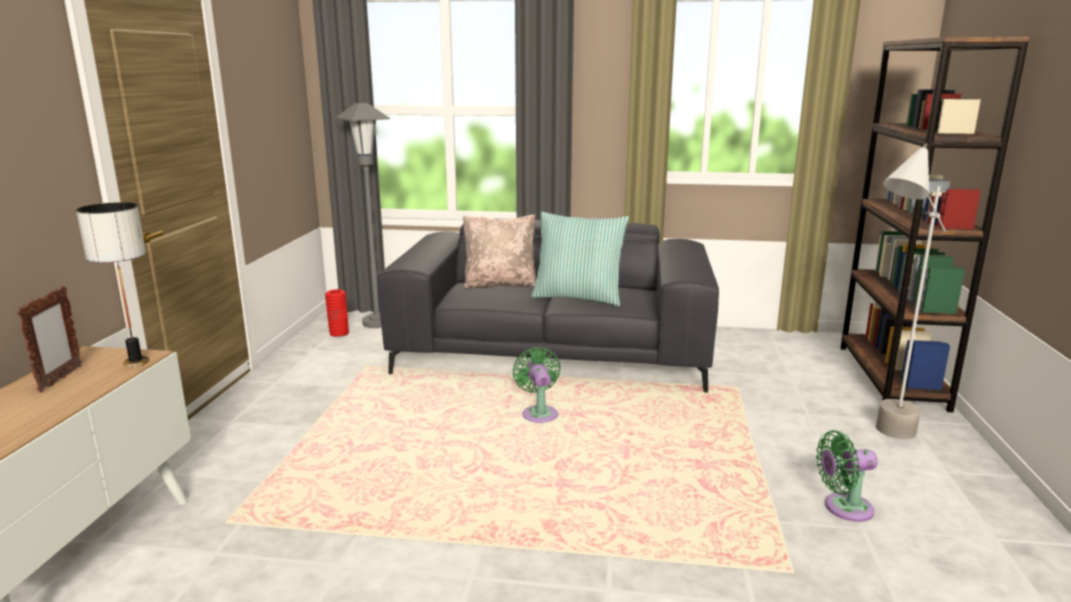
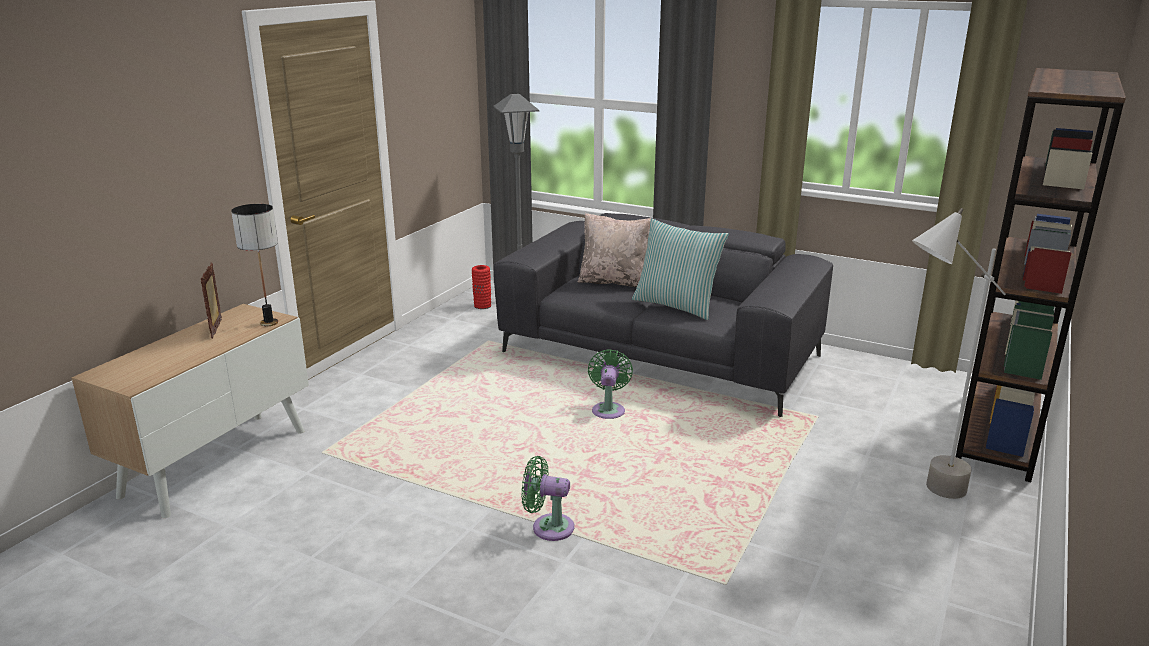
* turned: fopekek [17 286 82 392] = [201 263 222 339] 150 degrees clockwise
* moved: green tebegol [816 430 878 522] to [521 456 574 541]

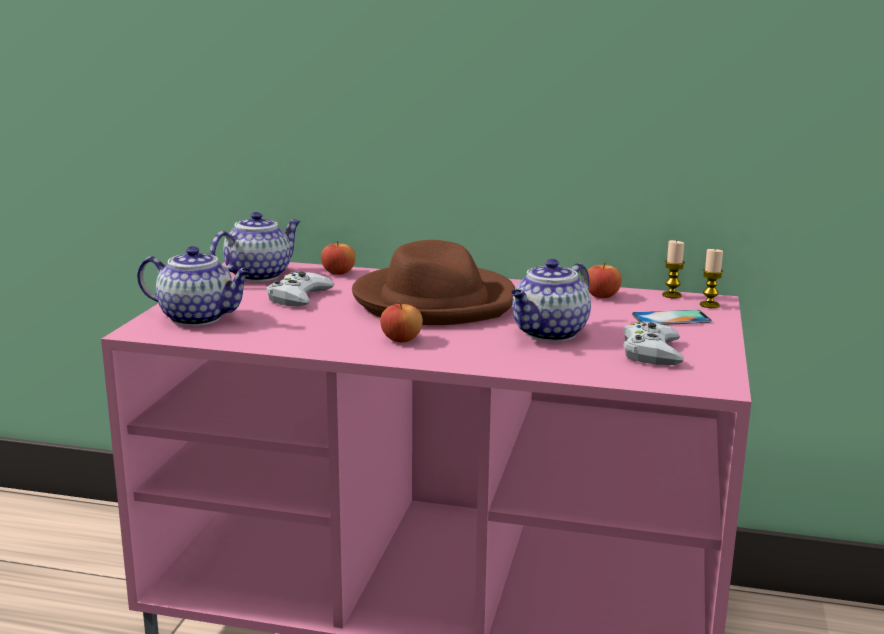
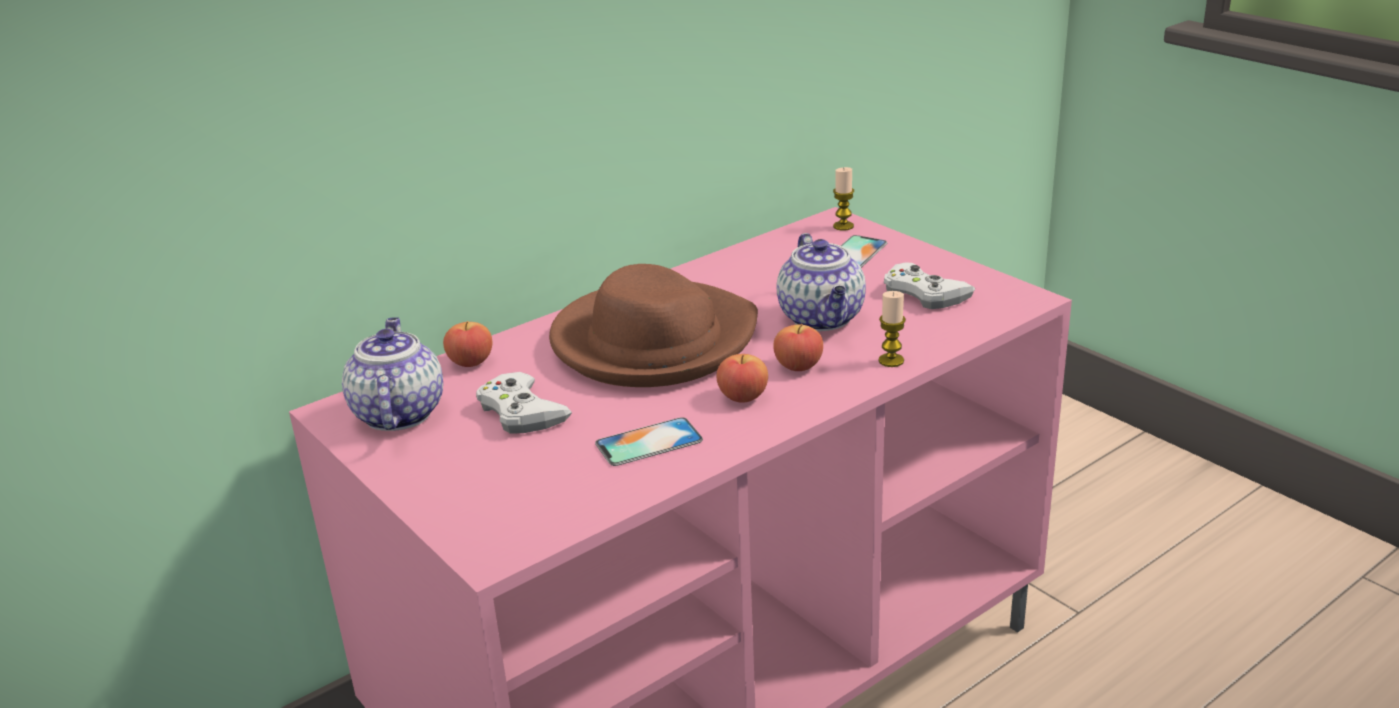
* removed: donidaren [137 246 252 326]
* moved: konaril [587 262 622 298] to [773 324 823 371]
* moved: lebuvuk [662 240 685 298] to [879 291 906 367]
* added: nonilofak [595 417 703 466]

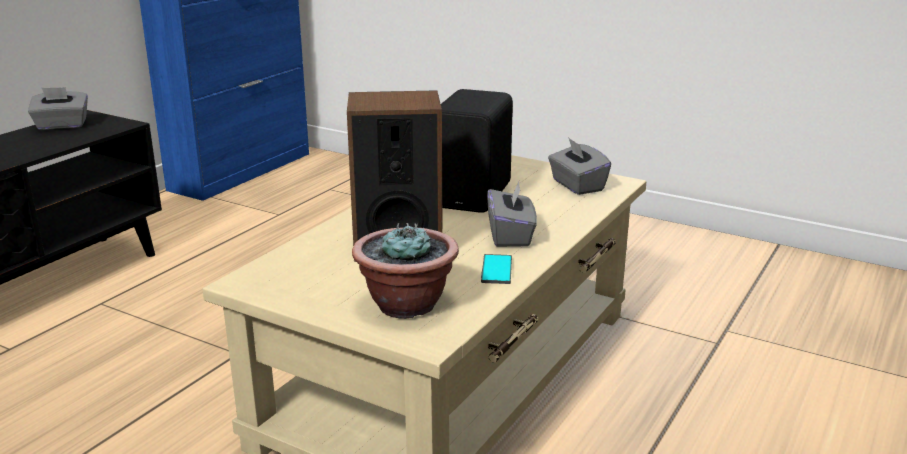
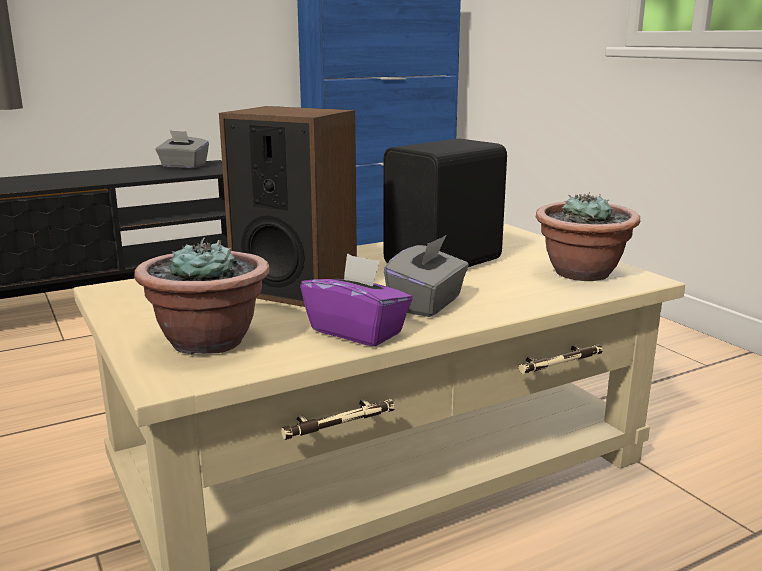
* replaced: nonilofak [481 254 512 284] to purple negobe [300 253 413 347]
* replaced: grey negobe [548 137 611 195] to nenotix [536 192 640 281]

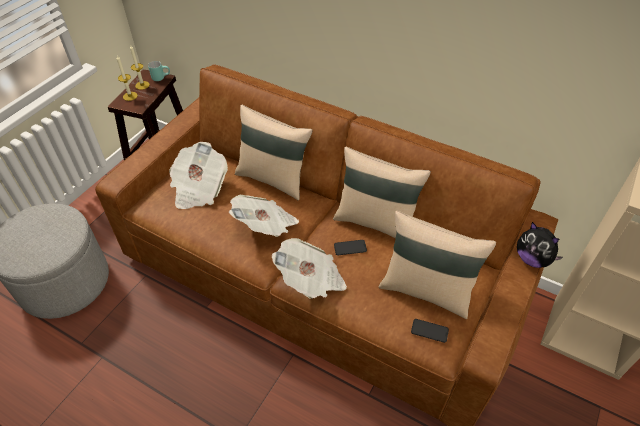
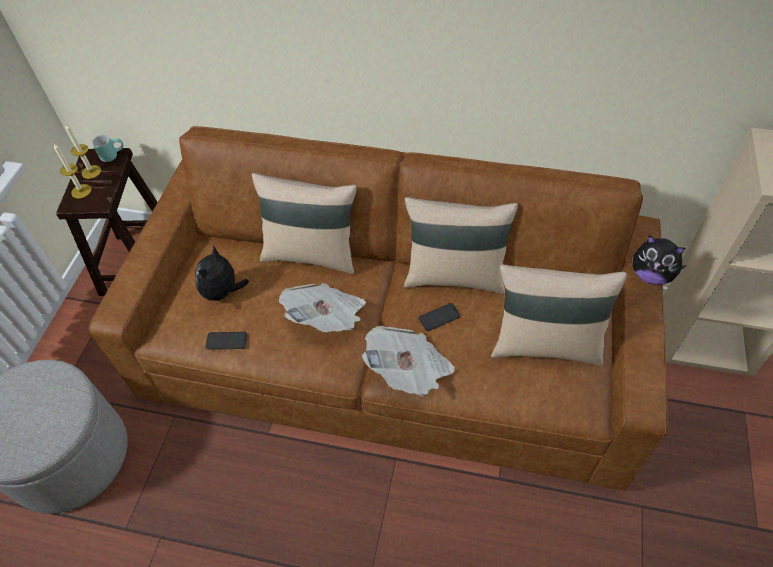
* replaced: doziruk [169 142 228 209] to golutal [195 245 249 305]
* moved: nonilofak [411 319 449 343] to [206 332 247 350]

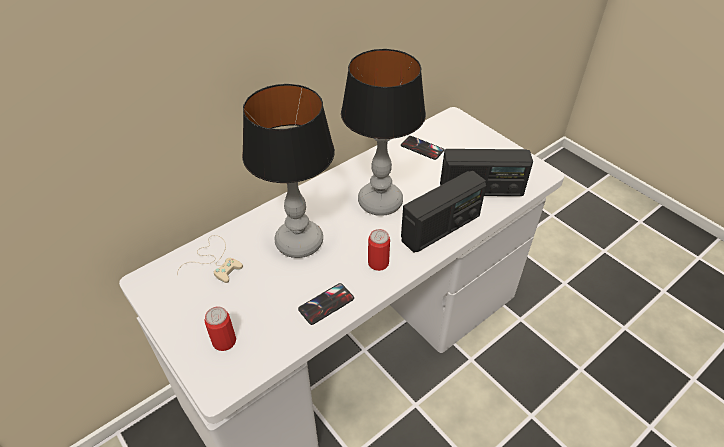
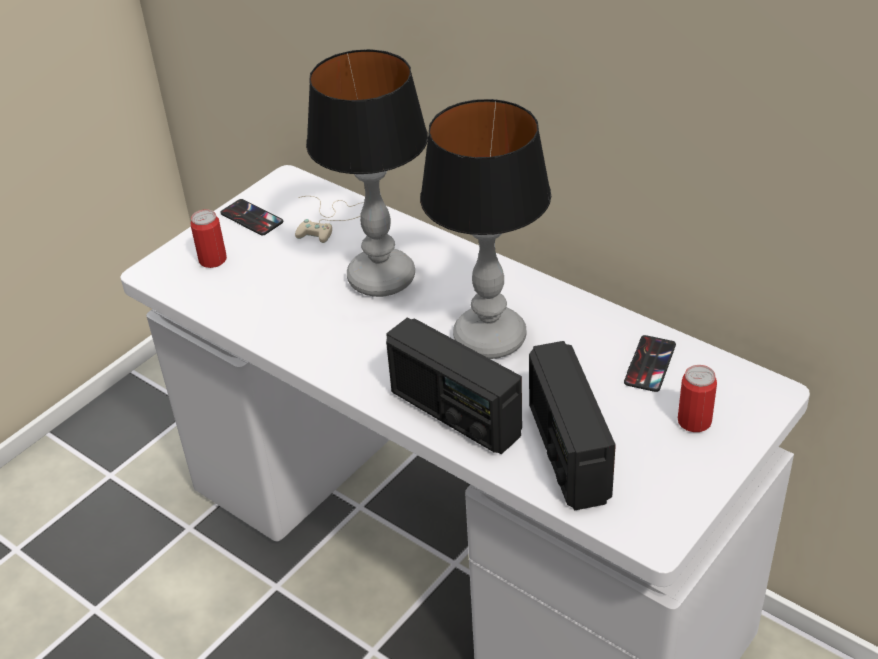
* moved: nonilofak [298 283 354 325] to [220 199 283 235]
* moved: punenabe [368 229 390 271] to [678 365 717 432]

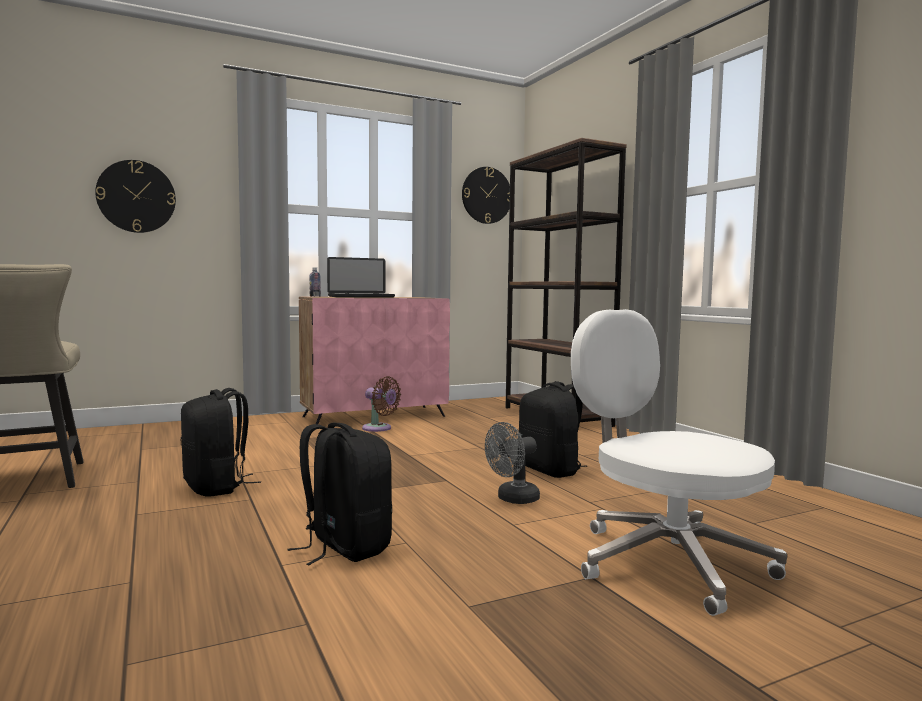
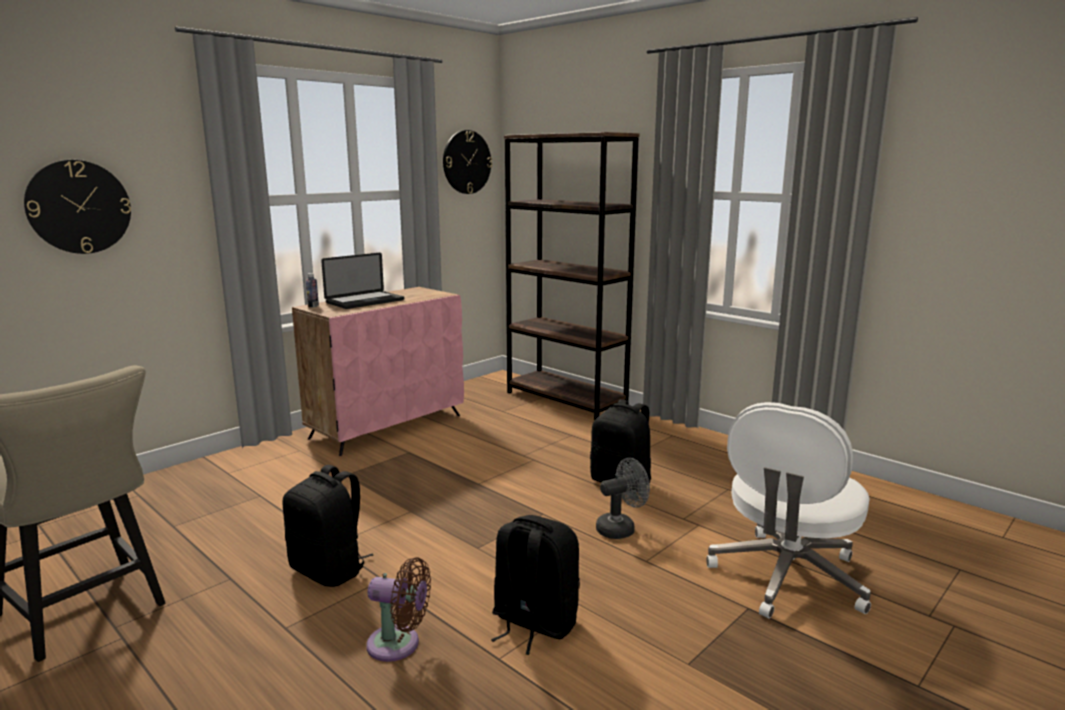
* moved: brown tebegol [362 376 401 432] to [366 557 431 662]
* turned: grey tebegol [485 422 540 504] = [596 458 650 539] 150 degrees counterclockwise
* turned: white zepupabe [571 309 787 616] = [707 402 871 619] 90 degrees counterclockwise

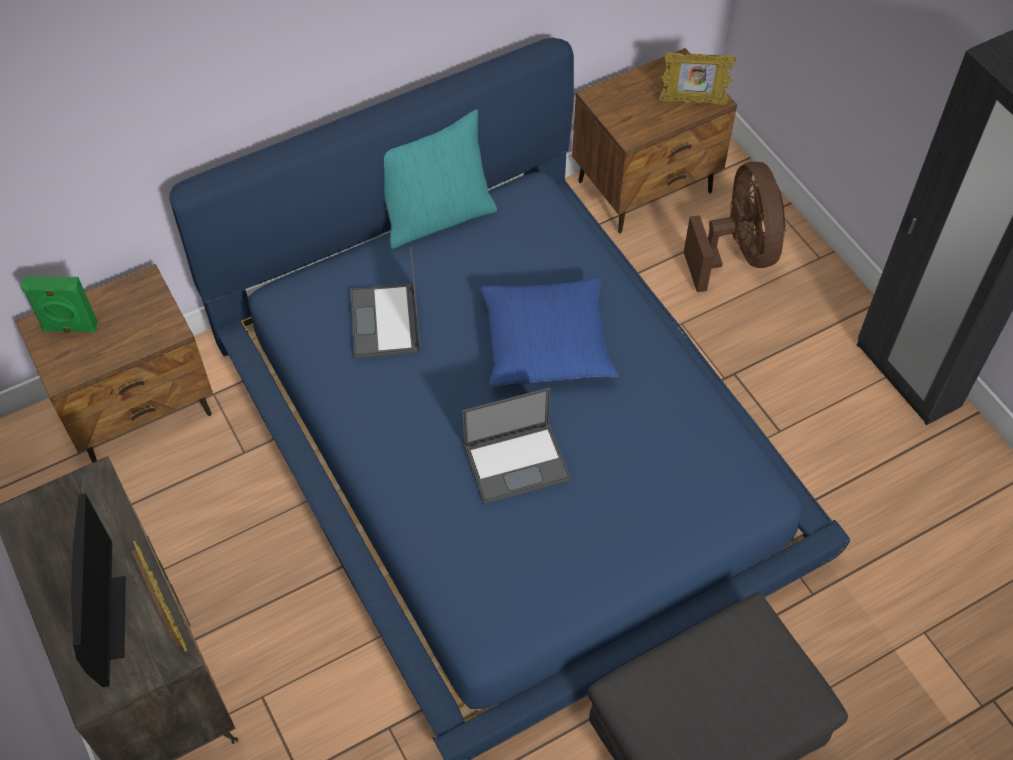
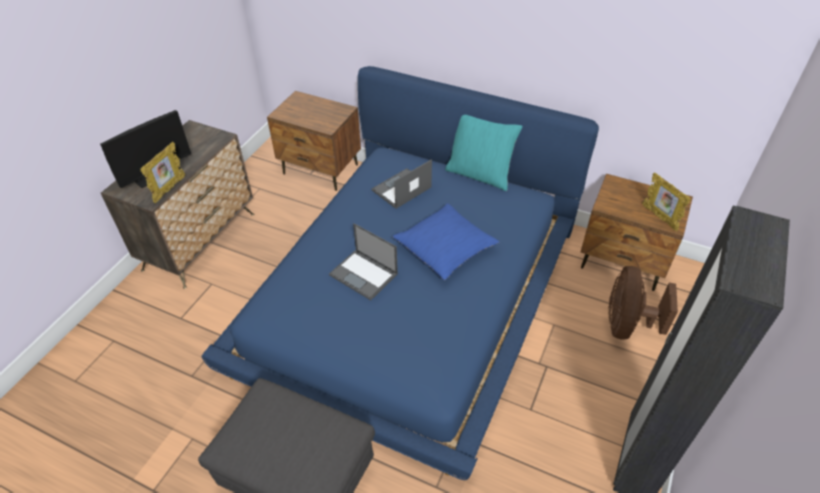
* removed: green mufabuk [21 276 98 333]
* turned: brown tebegol [684 162 785 292] = [608 266 678 340] 150 degrees clockwise

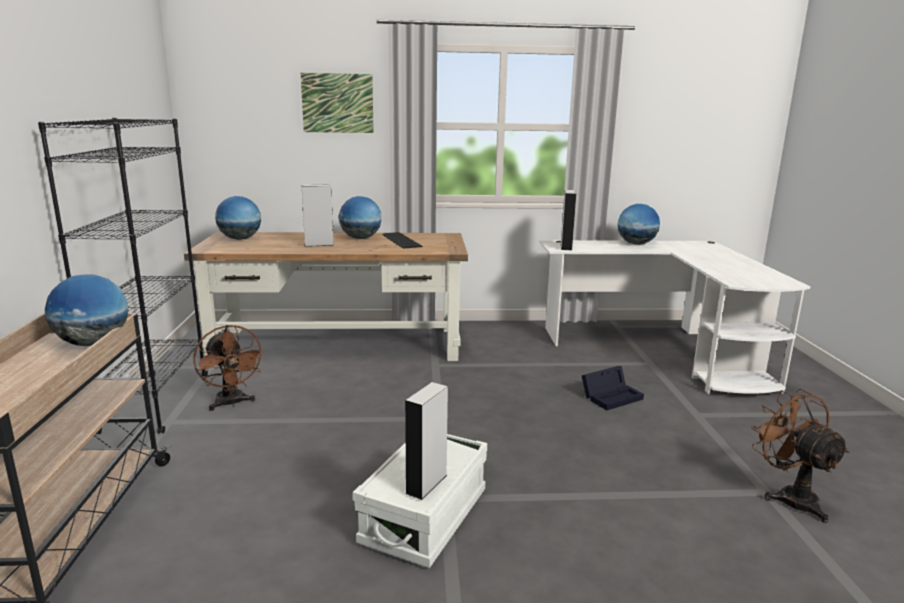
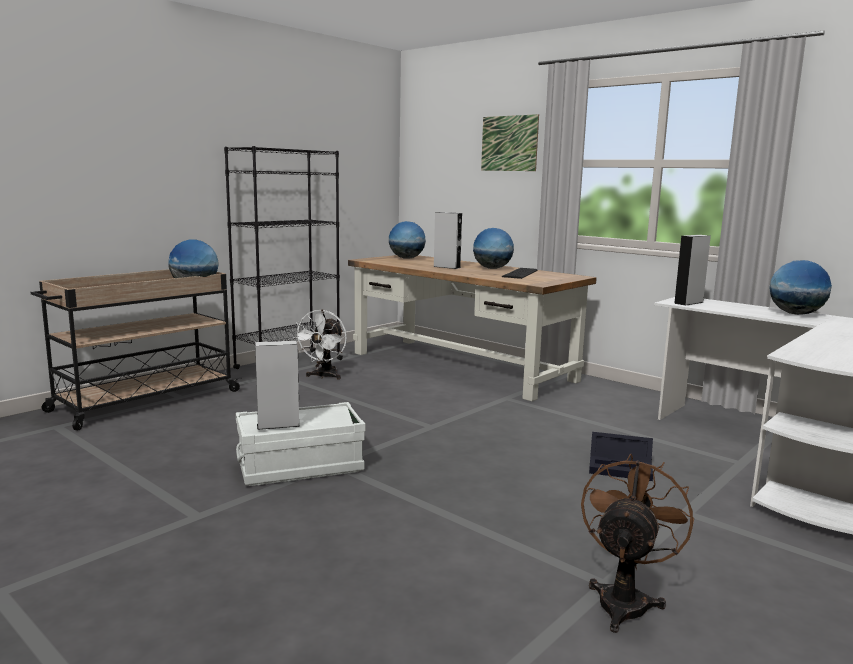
* recoloured: brown tebegol [194 325 264 411] to white tebegol [293 309 347 380]

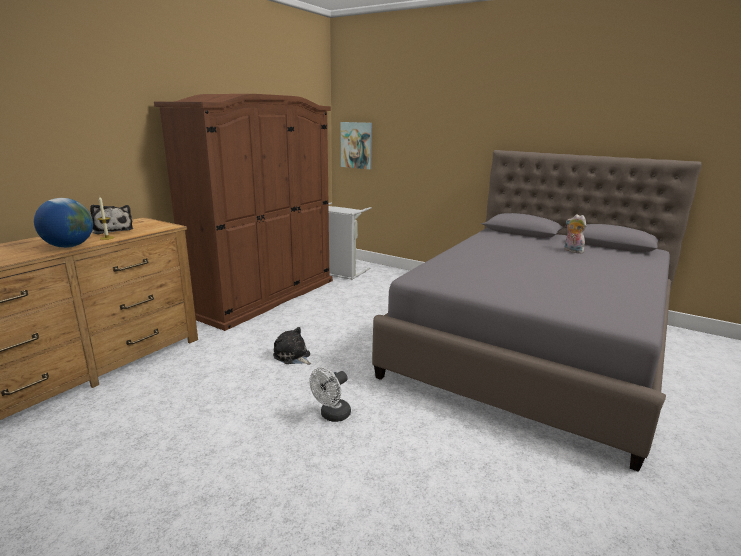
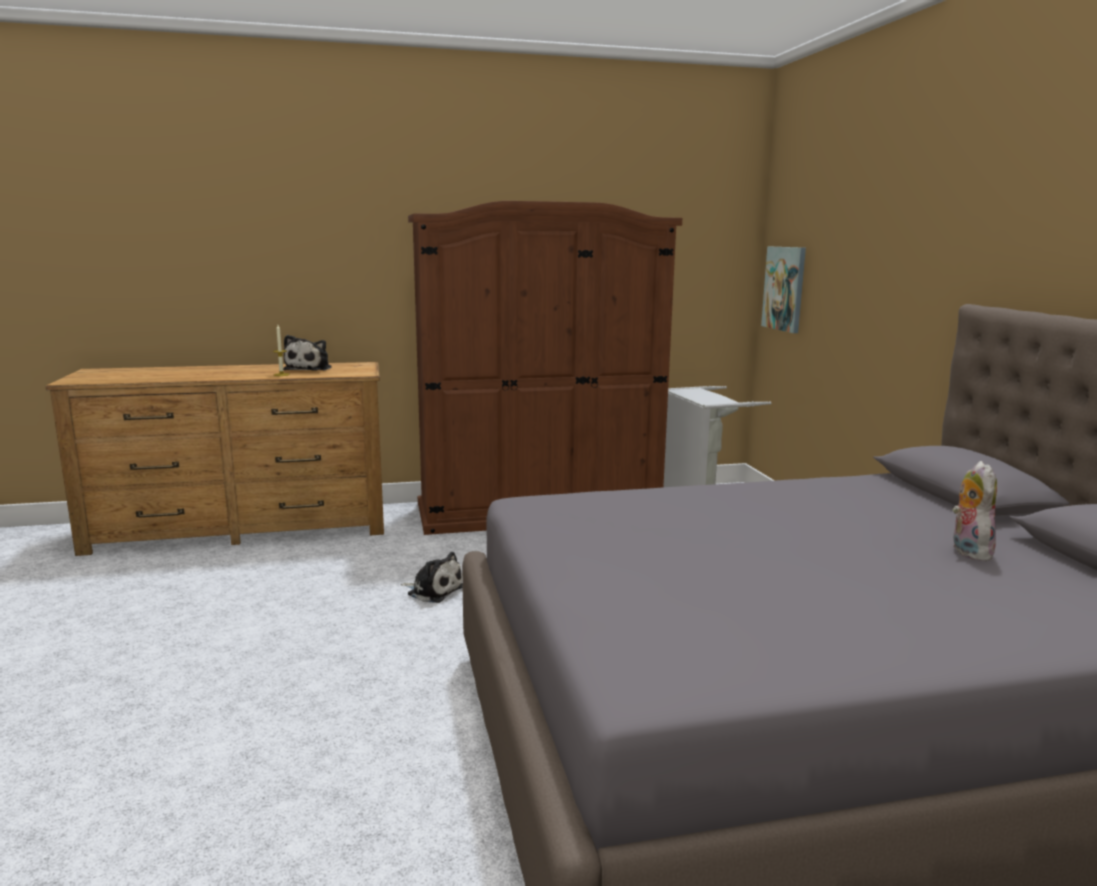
* removed: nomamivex [34 198 93 248]
* turned: golutal [273 327 311 365] = [401 552 463 603] 120 degrees clockwise
* removed: white tebegol [309 367 351 422]

